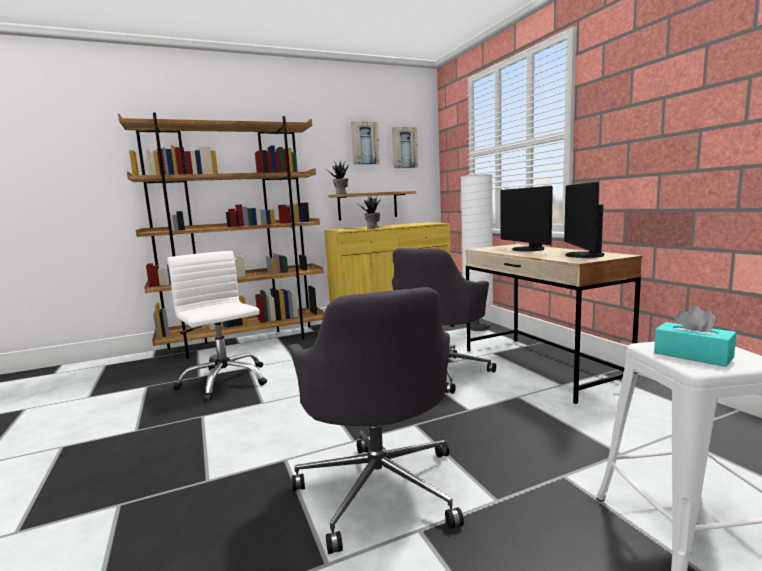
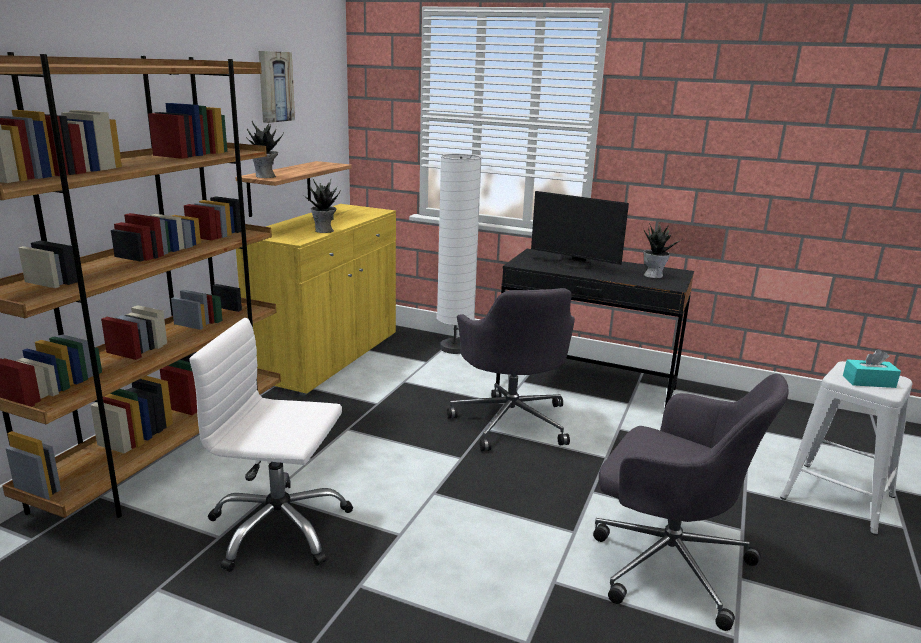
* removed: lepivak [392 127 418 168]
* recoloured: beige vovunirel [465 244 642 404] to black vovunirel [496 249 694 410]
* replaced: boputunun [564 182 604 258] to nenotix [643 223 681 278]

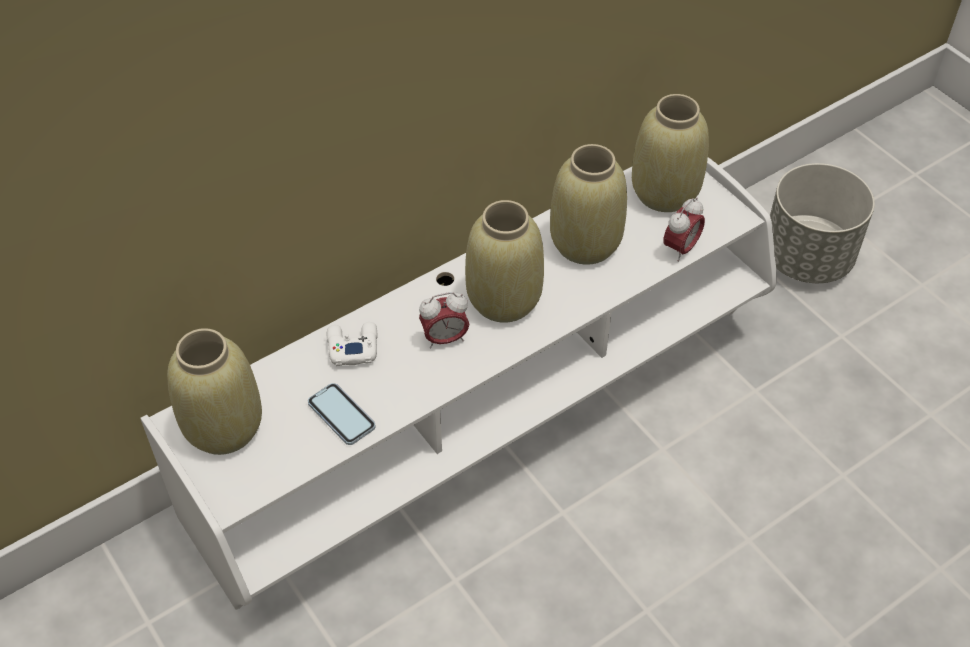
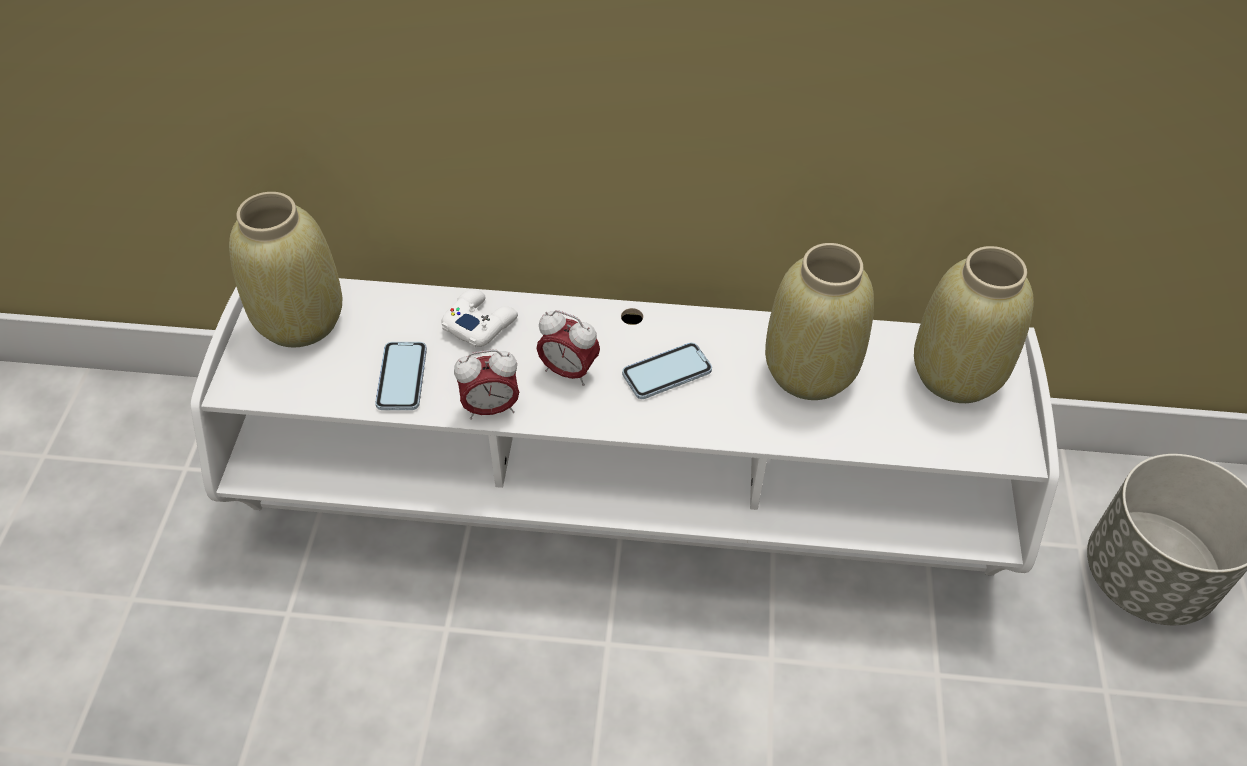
* replaced: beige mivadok [465 200 544 323] to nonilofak [622 343 712 399]
* moved: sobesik [663 198 705 262] to [454 350 519 420]

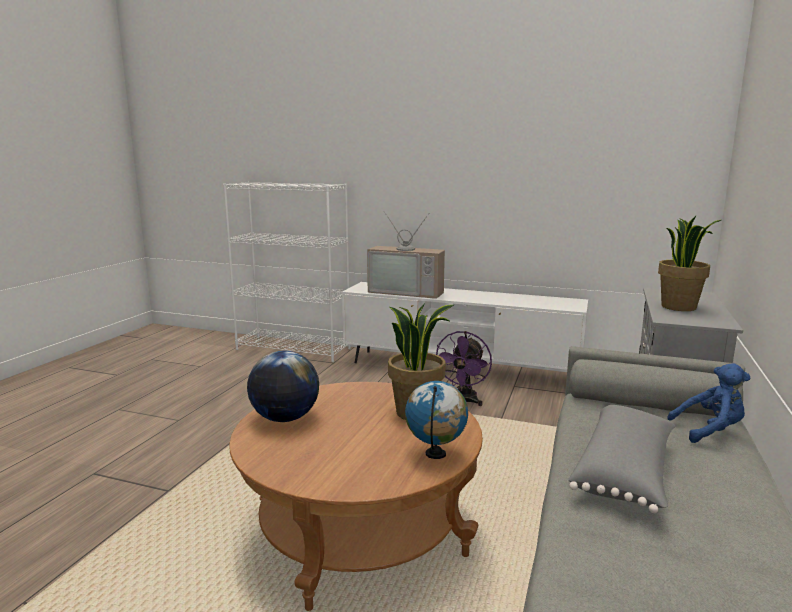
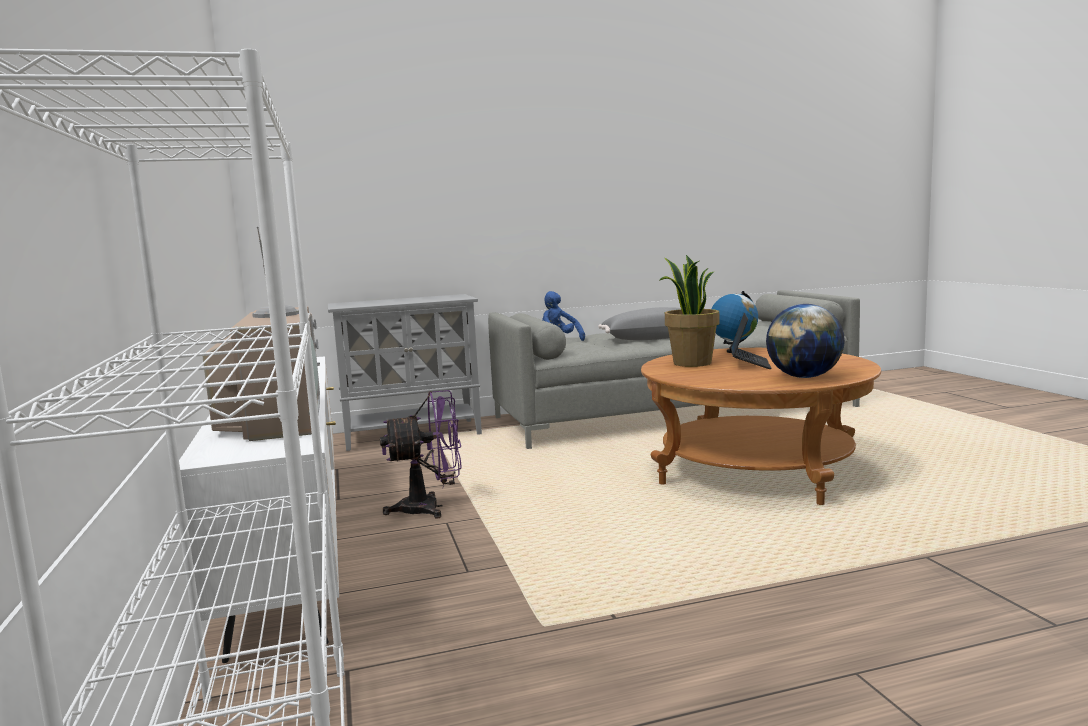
* removed: nenotix [658 216 721 311]
* added: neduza [731 313 772 369]

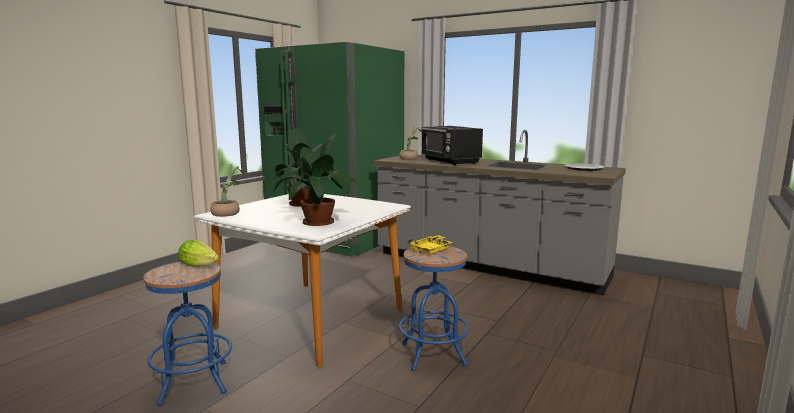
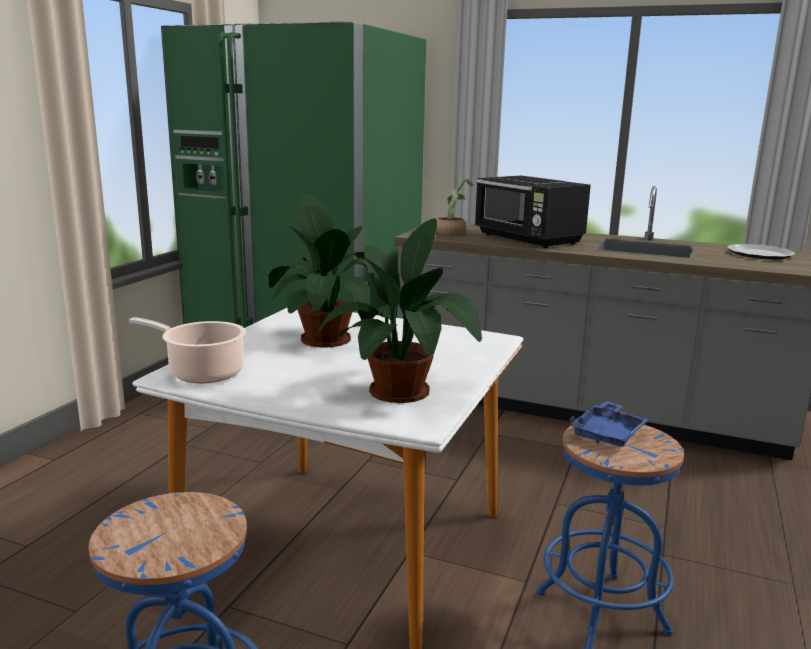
* removed: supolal [178 240 219 267]
* replaced: nenotix [210 164 244 217] to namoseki [129 317 246 383]
* recoloured: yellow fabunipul [407 235 453 254] to blue fabunipul [569 401 649 447]

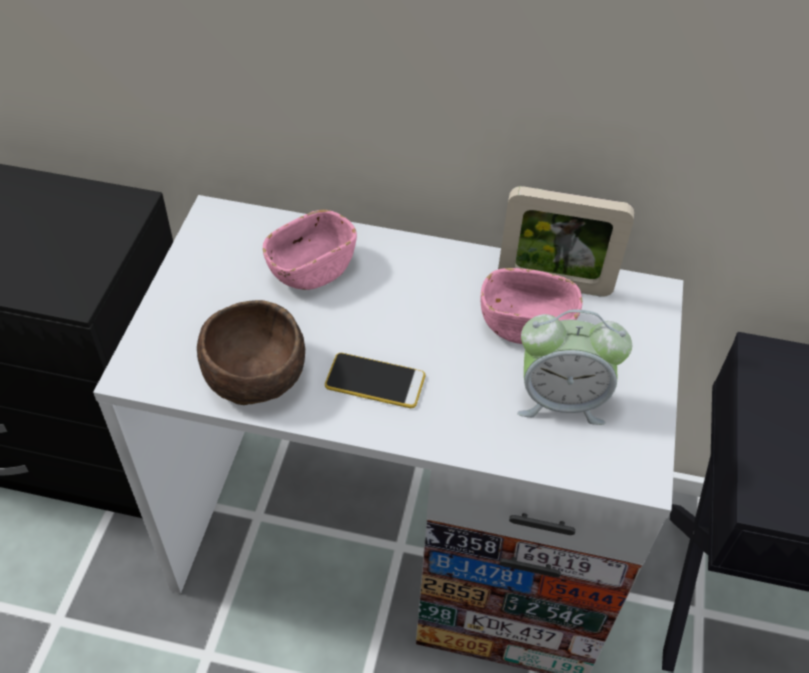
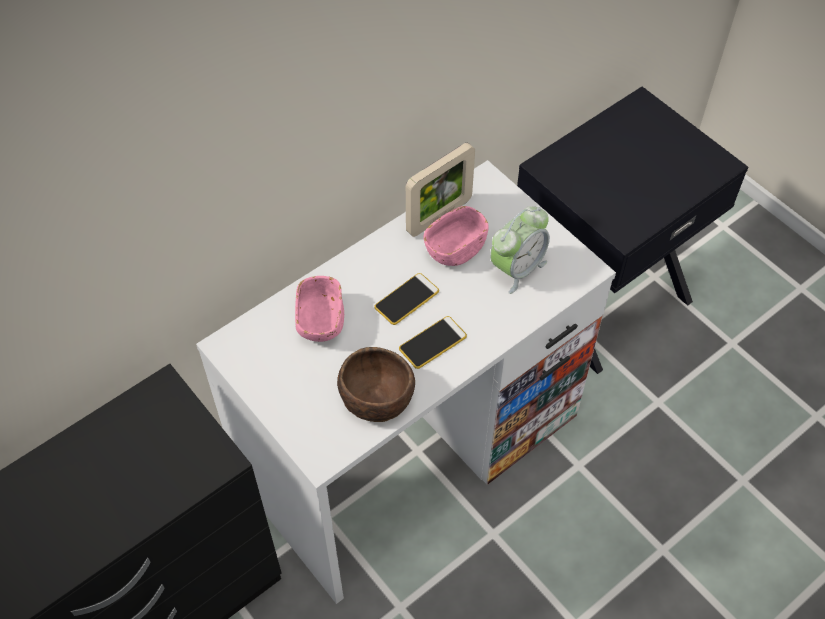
* added: nonilofak [374 273 439 325]

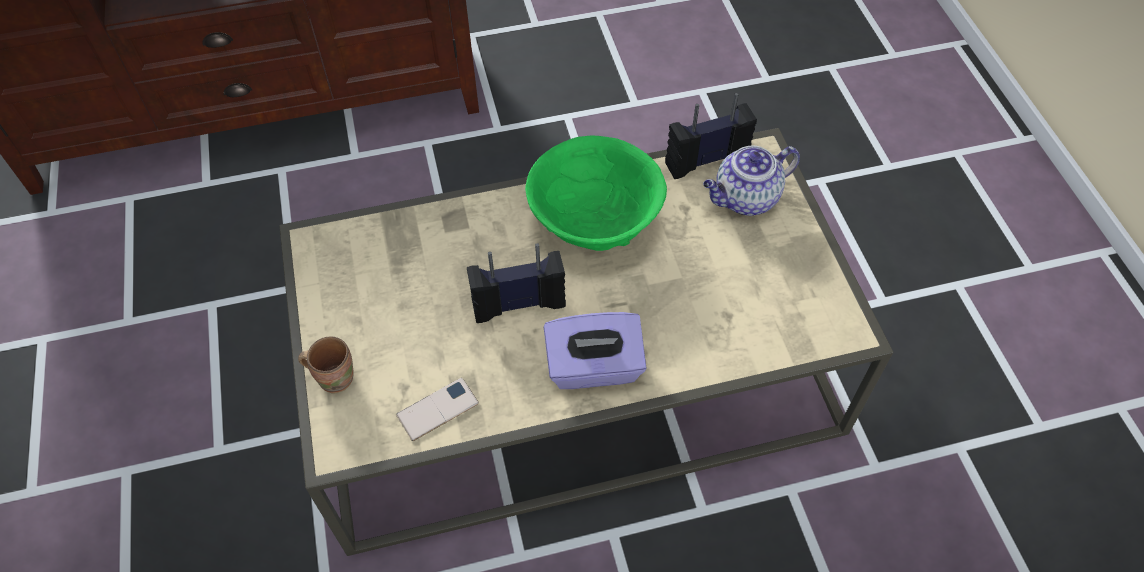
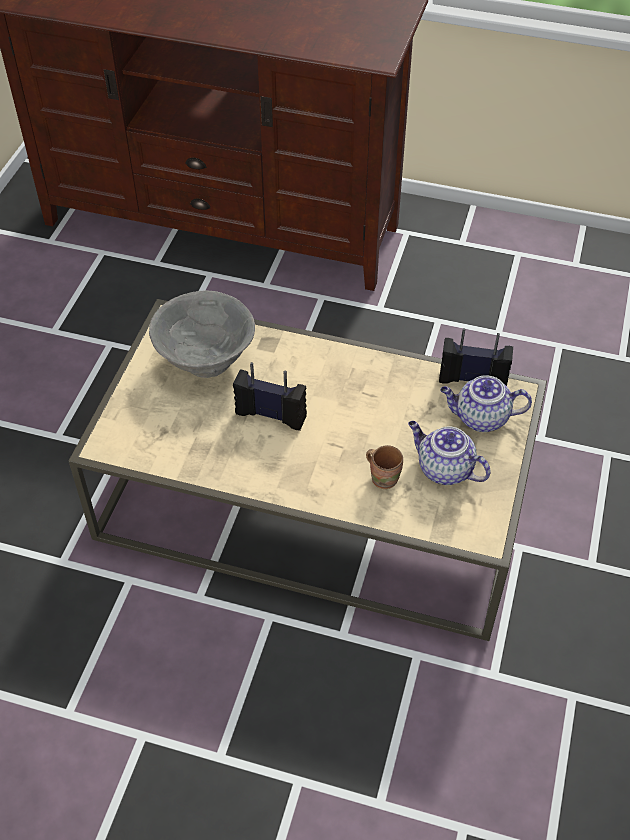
* moved: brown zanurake [298 336 354 394] to [366 445 403 489]
* removed: nonilofak [396 378 479 441]
* removed: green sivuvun [525 136 667 251]
* removed: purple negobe [544 312 646 389]
* added: grey sivuvun [149 290 255 378]
* added: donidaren [408 421 491 485]

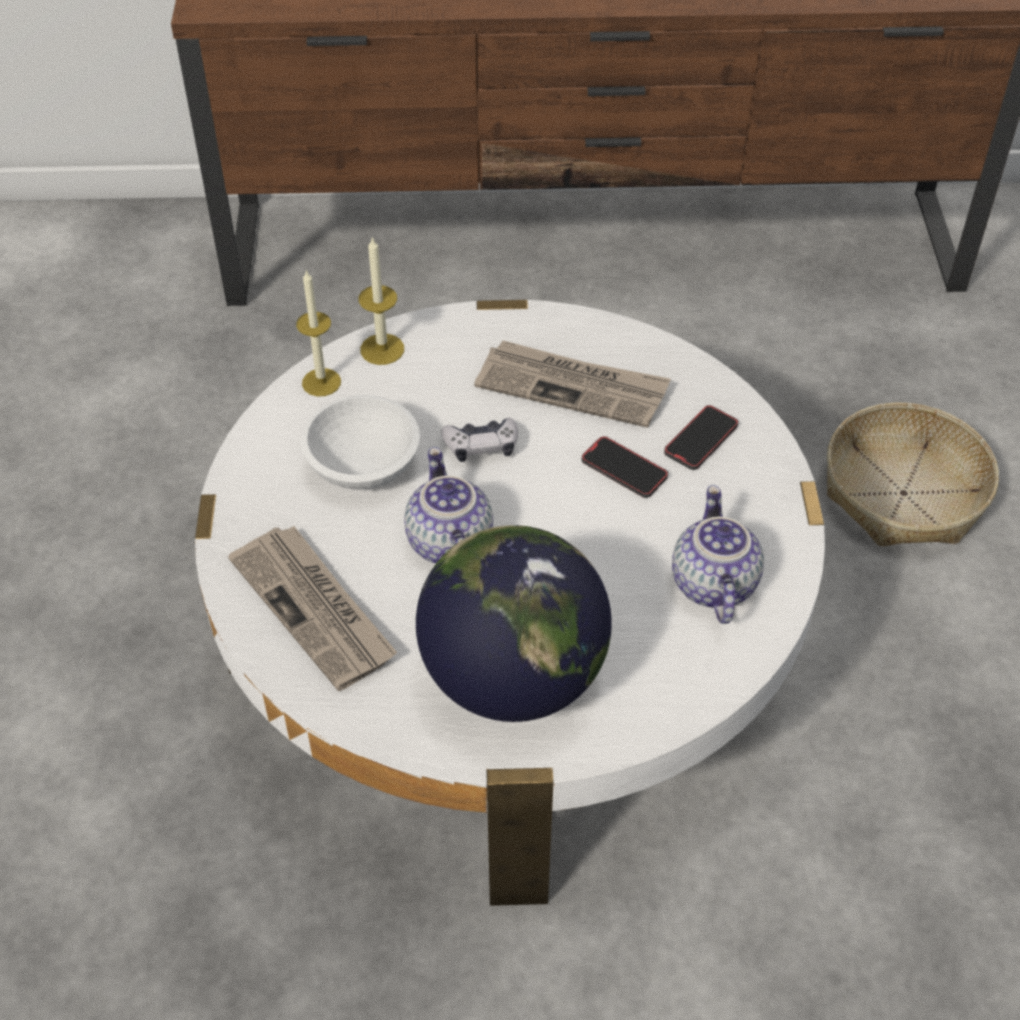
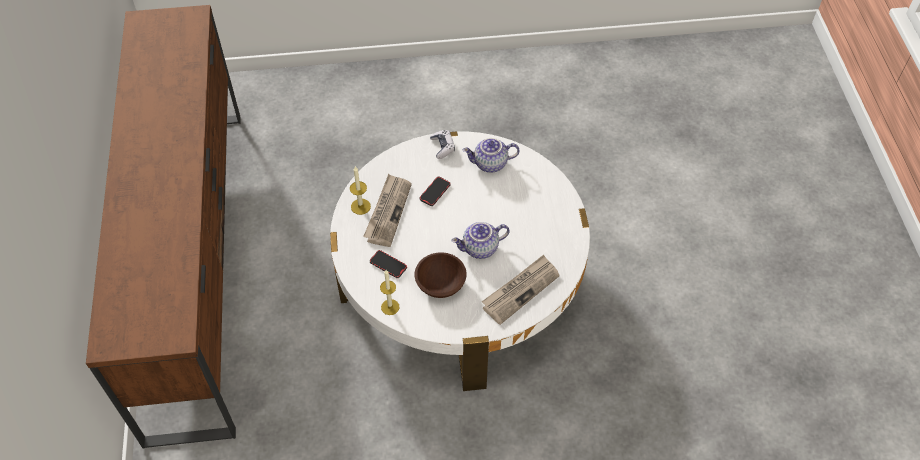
* recoloured: white sivuvun [301 395 420 490] to brown sivuvun [415 252 467 298]
* moved: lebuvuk [359 236 404 365] to [350 167 371 215]
* removed: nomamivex [416 525 612 722]
* moved: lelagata [441 417 518 462] to [430 130 455 159]
* moved: nonilofak [664 405 738 470] to [370 250 407 278]
* removed: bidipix [827 402 999 546]

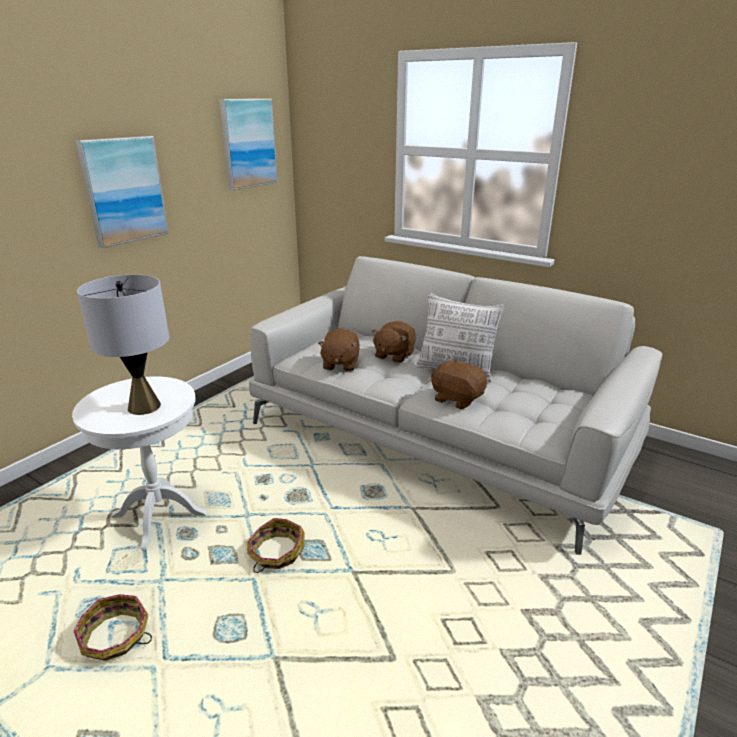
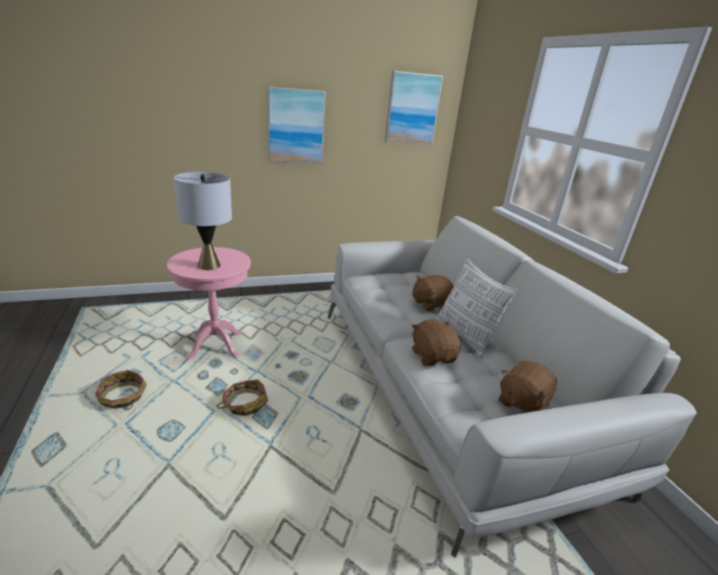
* recoloured: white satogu [72 376 207 549] to pink satogu [167 247 251 360]
* moved: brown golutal [318 329 360 371] to [498 360 557 414]

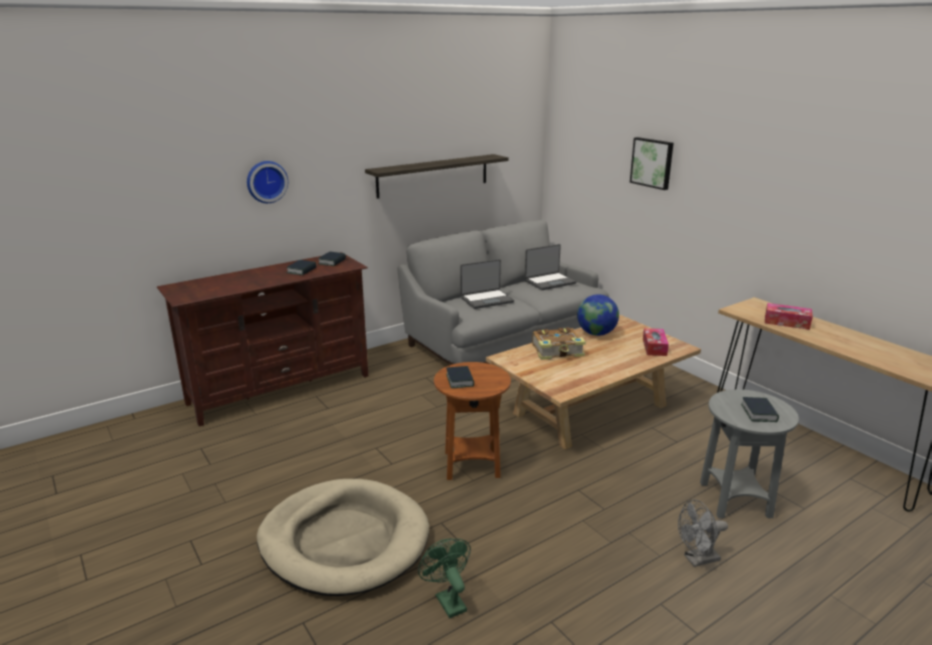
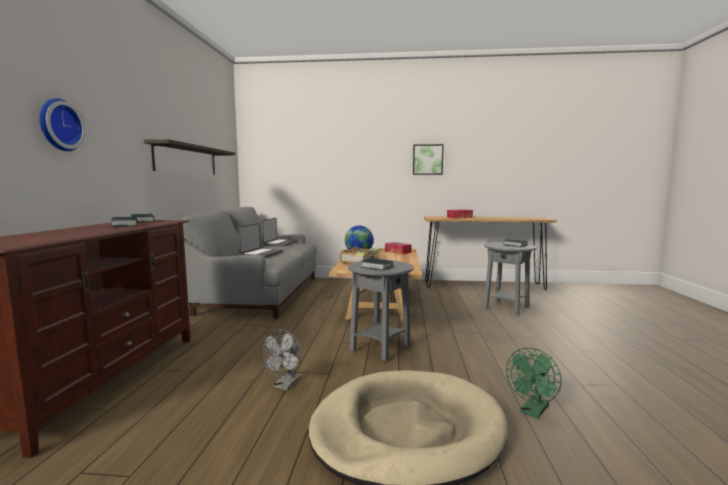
* turned: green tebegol [418 539 471 618] = [506 348 562 419] 60 degrees counterclockwise
* recoloured: brown satogu [434 362 511 480] to grey satogu [348 260 414 361]
* moved: lepivak [630 137 674 190] to [413 144 444 175]
* moved: grey tebegol [678 499 728 567] to [261 329 302 390]

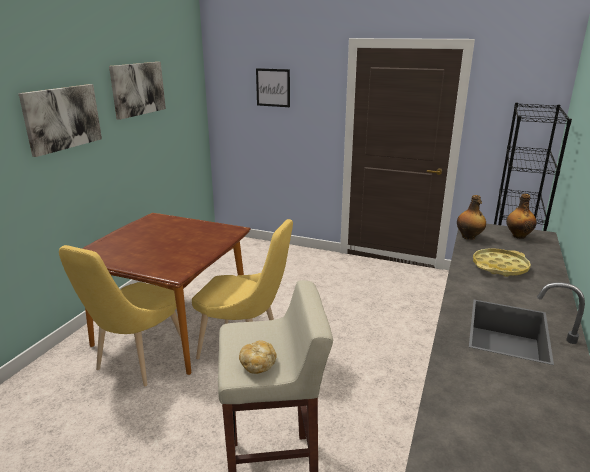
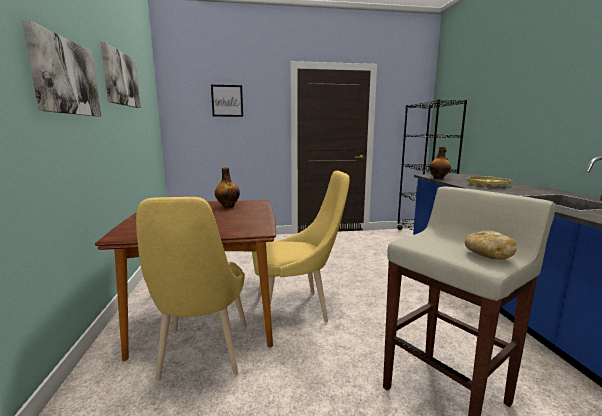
* moved: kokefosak [506 194 537 239] to [215 167 240 208]

